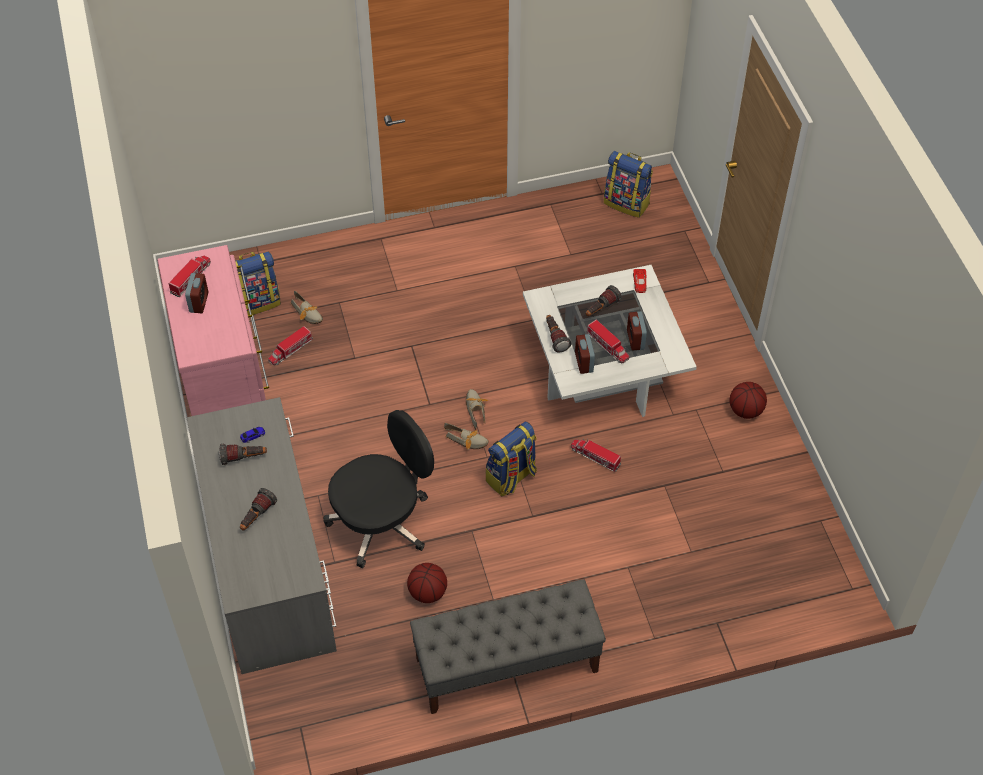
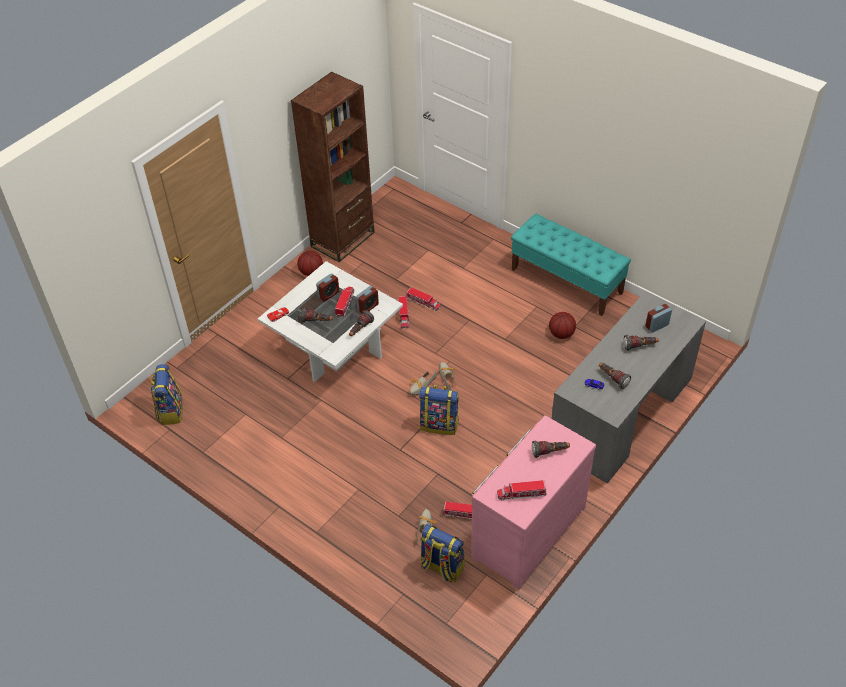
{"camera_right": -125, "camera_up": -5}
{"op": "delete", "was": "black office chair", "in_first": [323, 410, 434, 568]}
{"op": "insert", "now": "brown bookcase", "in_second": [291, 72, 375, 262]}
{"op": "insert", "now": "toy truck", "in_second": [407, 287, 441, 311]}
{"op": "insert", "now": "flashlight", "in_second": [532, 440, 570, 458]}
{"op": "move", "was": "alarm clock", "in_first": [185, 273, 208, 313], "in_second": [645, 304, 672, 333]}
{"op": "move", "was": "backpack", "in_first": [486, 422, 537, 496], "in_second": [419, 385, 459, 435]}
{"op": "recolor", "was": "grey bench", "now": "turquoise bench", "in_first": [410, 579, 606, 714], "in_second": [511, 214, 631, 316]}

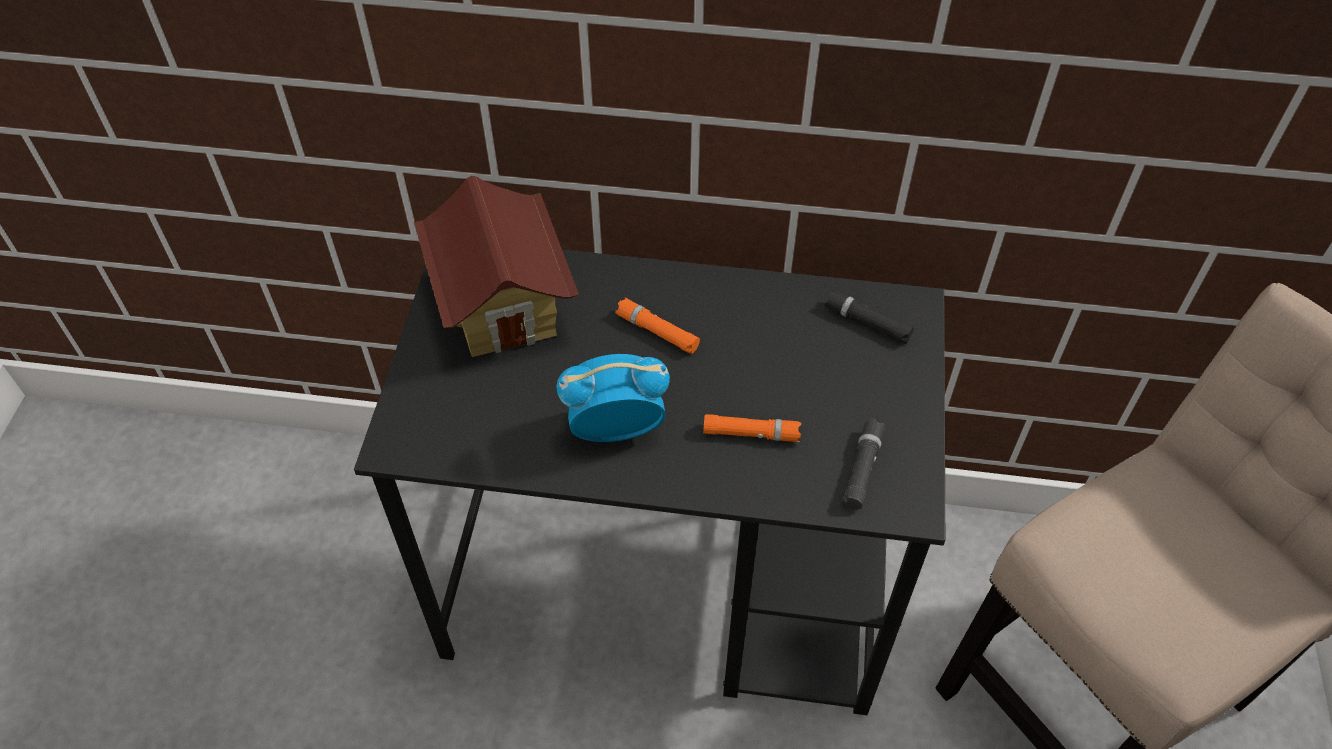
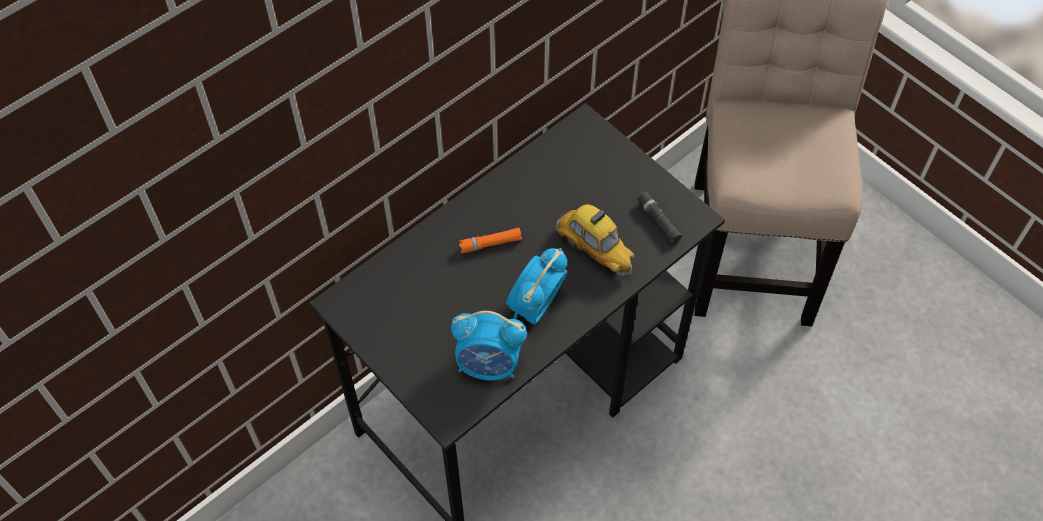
{"camera_right": -50, "camera_up": 5}
{"op": "delete", "was": "toy house", "in_first": [414, 176, 579, 357]}
{"op": "delete", "was": "black flashlight", "in_first": [825, 289, 914, 344]}
{"op": "insert", "now": "alarm clock", "in_second": [451, 311, 527, 381]}
{"op": "replace", "was": "orange flashlight", "now": "toy car", "in_first": [703, 414, 801, 442], "in_second": [555, 204, 635, 277]}

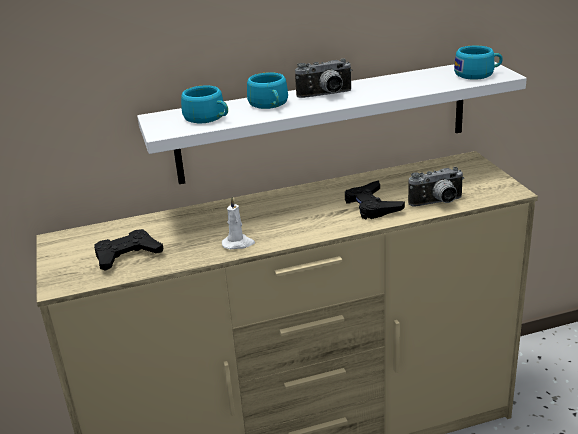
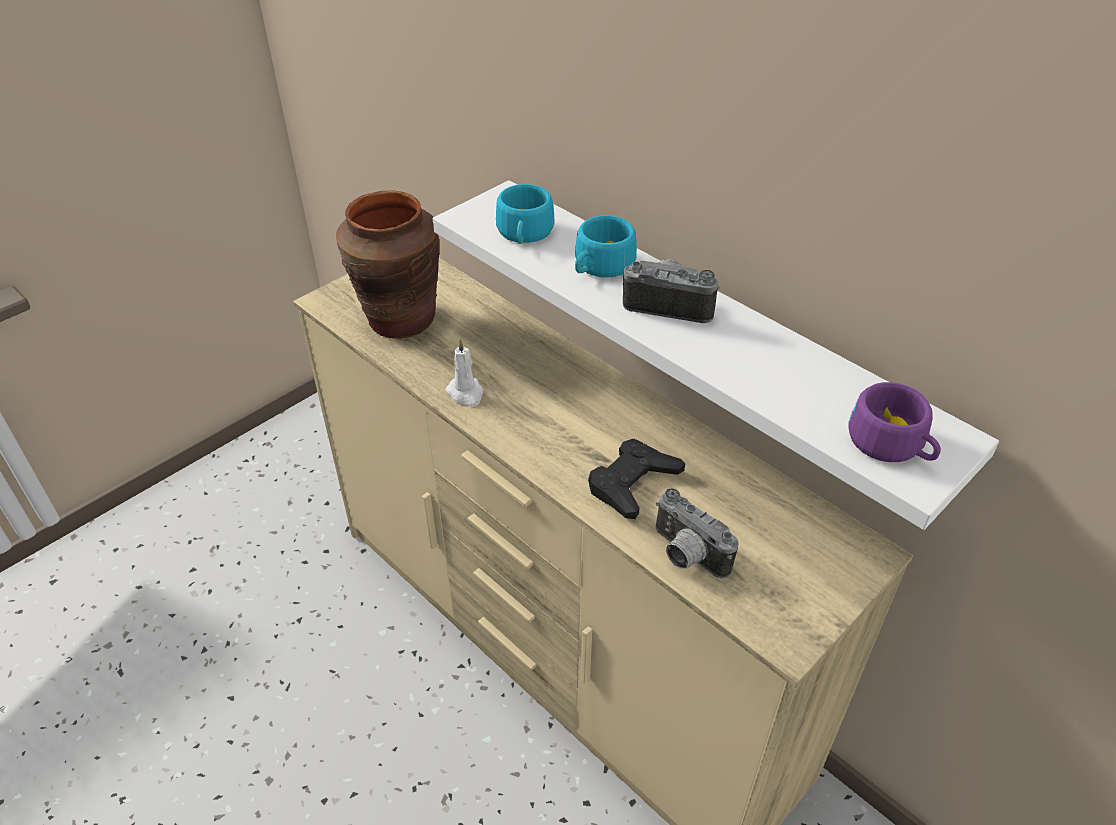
{"camera_right": 60, "camera_up": 15}
{"op": "replace", "was": "black game controller", "now": "brown vase", "in_first": [94, 229, 164, 271], "in_second": [336, 190, 439, 338]}
{"op": "recolor", "was": "turquoise cup", "now": "purple cup", "in_first": [454, 46, 503, 80], "in_second": [848, 382, 941, 462]}
{"op": "rotate", "was": "photo camera", "in_first": [295, 58, 353, 98], "in_second": [623, 259, 720, 323], "clockwise": 150}

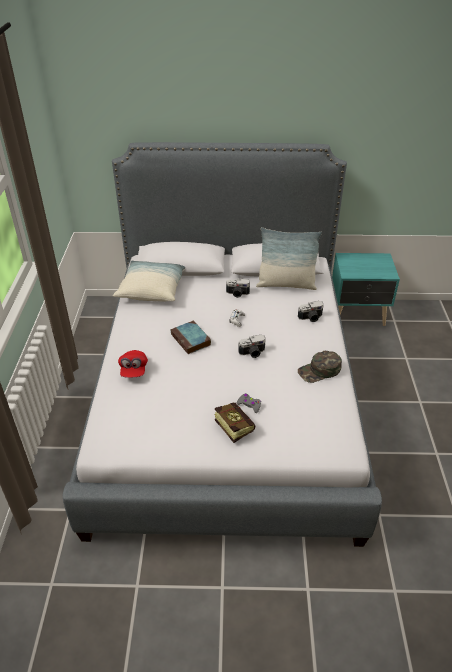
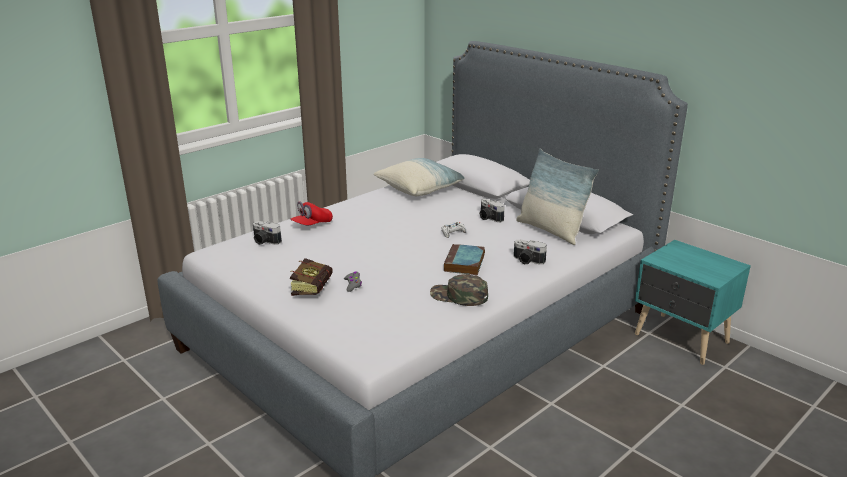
{"camera_right": 45, "camera_up": -15}
{"op": "move", "was": "book", "in_first": [171, 320, 211, 354], "in_second": [444, 244, 485, 275]}
{"op": "move", "was": "photo camera", "in_first": [238, 335, 266, 358], "in_second": [253, 221, 282, 245]}

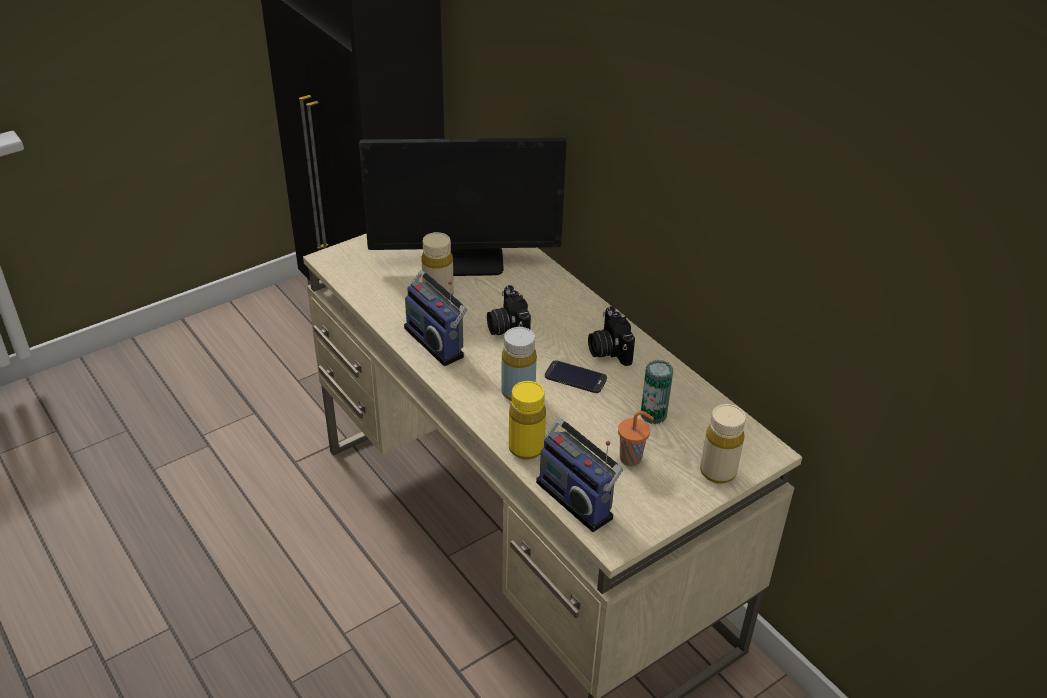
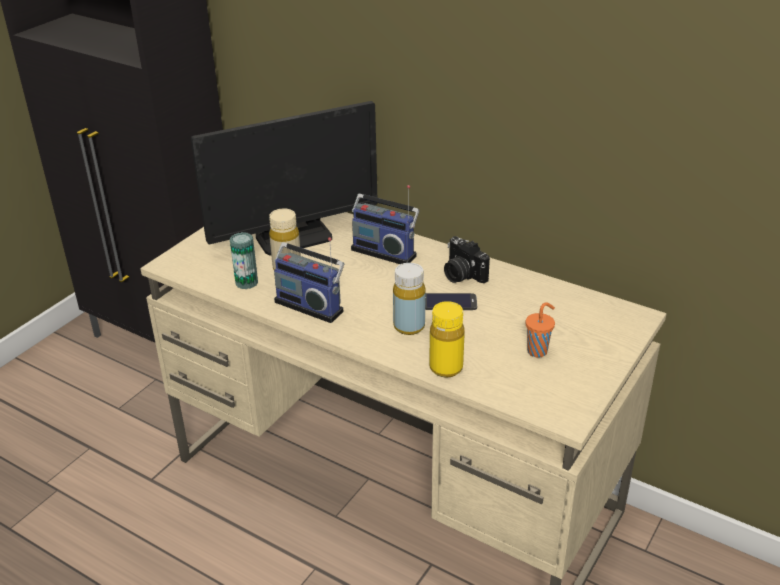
{"camera_right": -20, "camera_up": -5}
{"op": "delete", "was": "photo camera", "in_first": [487, 285, 531, 335]}
{"op": "delete", "was": "beige bottle", "in_first": [700, 404, 746, 484]}
{"op": "move", "was": "radio", "in_first": [536, 418, 623, 532], "in_second": [351, 185, 420, 264]}
{"op": "move", "was": "can", "in_first": [641, 360, 673, 424], "in_second": [230, 232, 258, 289]}

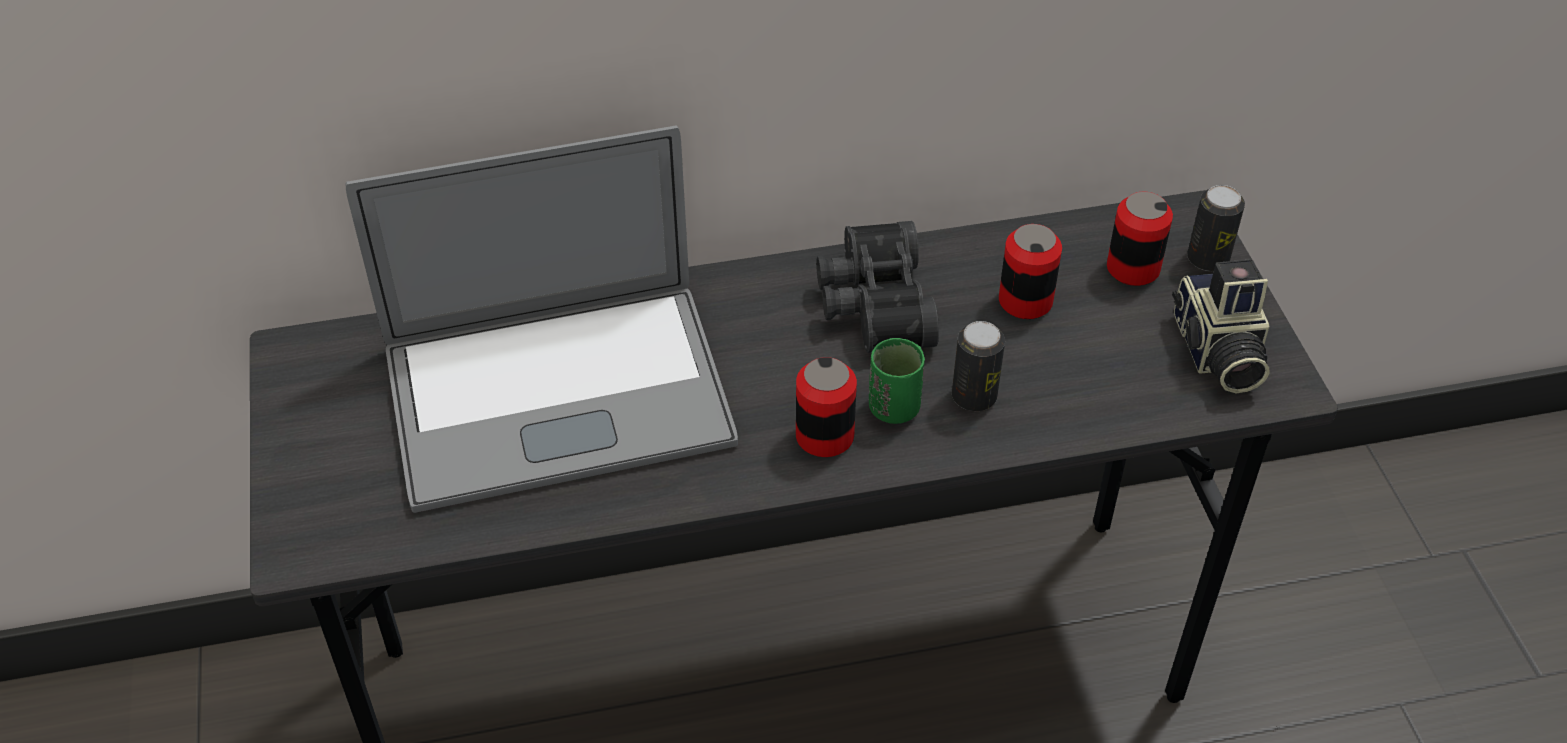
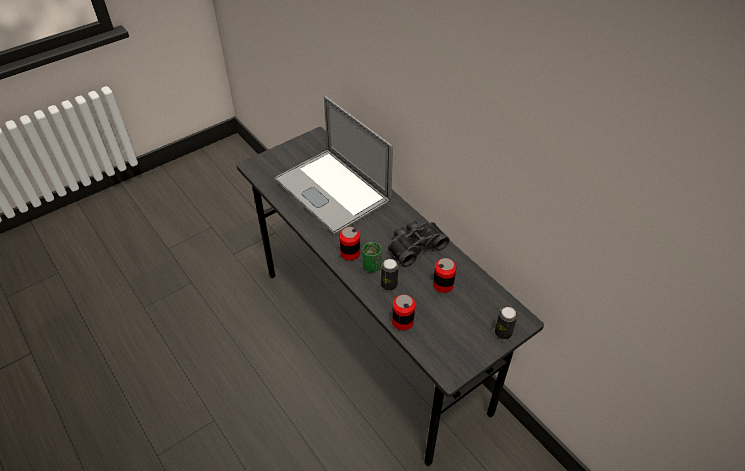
{"camera_right": 65, "camera_up": 0}
{"op": "delete", "was": "photo camera", "in_first": [1172, 259, 1269, 393]}
{"op": "move", "was": "can", "in_first": [1107, 192, 1173, 286], "in_second": [392, 295, 415, 330]}

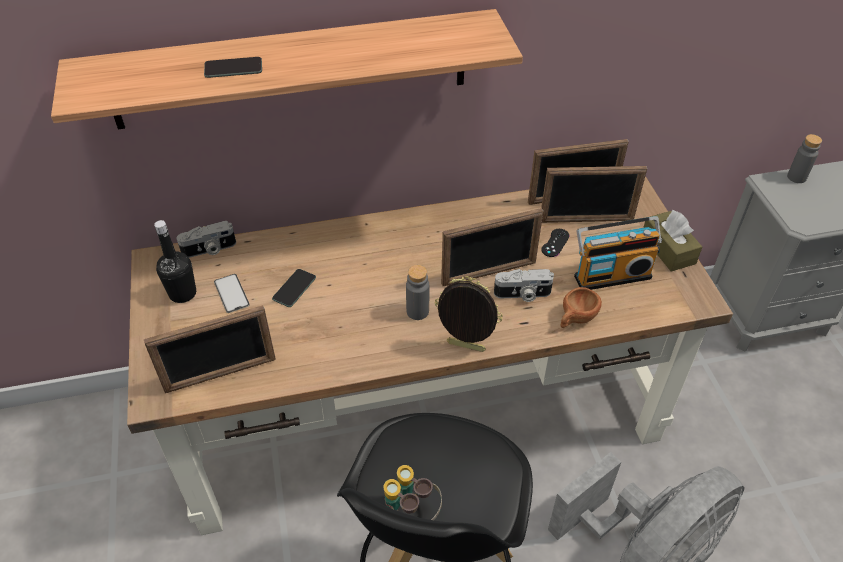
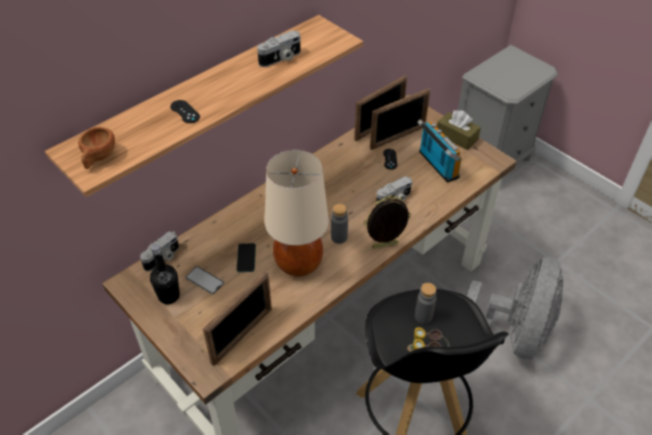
{"camera_right": -30, "camera_up": 0}
{"op": "delete", "was": "picture frame", "in_first": [441, 208, 543, 286]}
{"op": "insert", "now": "photo camera", "in_second": [257, 30, 301, 67]}
{"op": "insert", "now": "beige table lamp", "in_second": [265, 150, 329, 277]}
{"op": "move", "was": "brown cup", "in_first": [561, 287, 602, 328], "in_second": [78, 127, 115, 169]}
{"op": "move", "was": "grey bottle", "in_first": [787, 134, 822, 183], "in_second": [415, 283, 436, 324]}
{"op": "replace", "was": "phone", "now": "black game controller", "in_first": [204, 57, 262, 78], "in_second": [170, 100, 200, 123]}
{"op": "rotate", "was": "radio", "in_first": [574, 216, 662, 290], "in_second": [417, 119, 462, 183], "clockwise": -75}

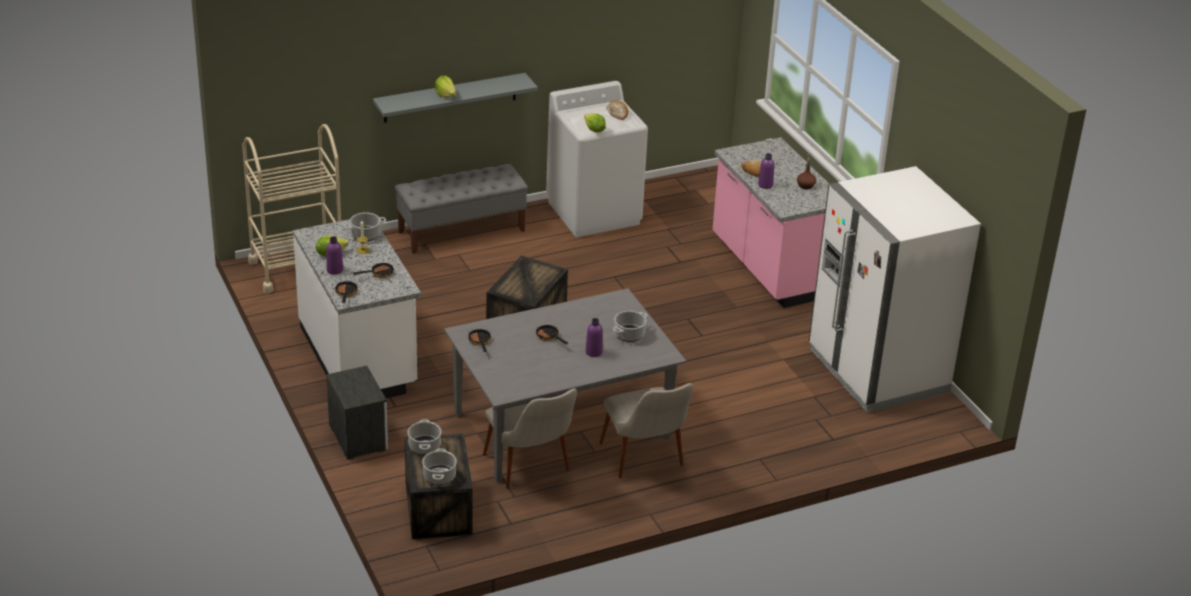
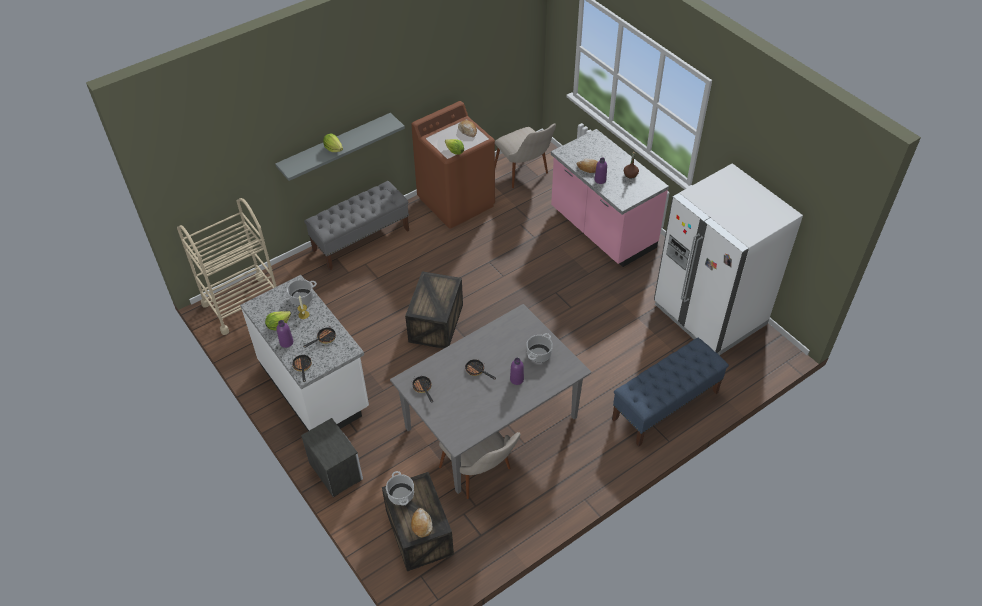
{"camera_right": -10, "camera_up": 15}
{"op": "insert", "now": "blue bench", "in_second": [612, 338, 729, 447]}
{"op": "move", "was": "beige chair", "in_first": [599, 383, 693, 478], "in_second": [495, 123, 556, 188]}
{"op": "replace", "was": "cooking pot", "now": "bread", "in_first": [422, 448, 457, 485], "in_second": [411, 508, 432, 538]}
{"op": "recolor", "was": "white washing machine", "now": "brown washing machine", "in_first": [546, 81, 648, 237], "in_second": [411, 101, 495, 229]}

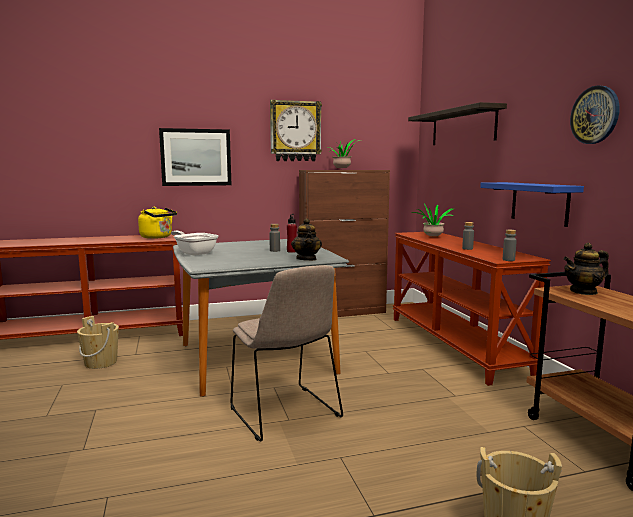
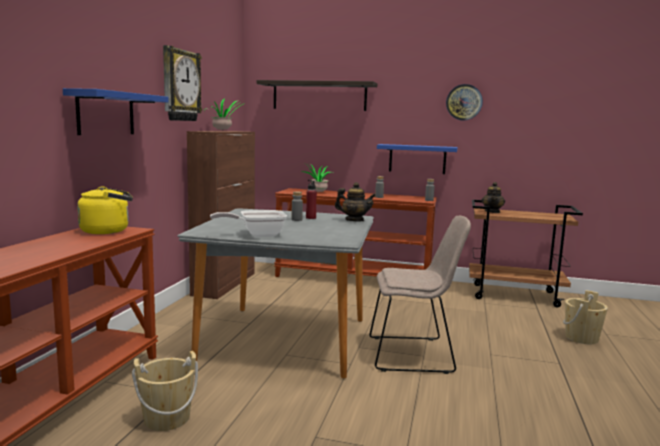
{"camera_right": -60, "camera_up": 0}
{"op": "replace", "was": "picture", "now": "blue shelf", "in_first": [159, 128, 231, 186], "in_second": [63, 88, 169, 135]}

